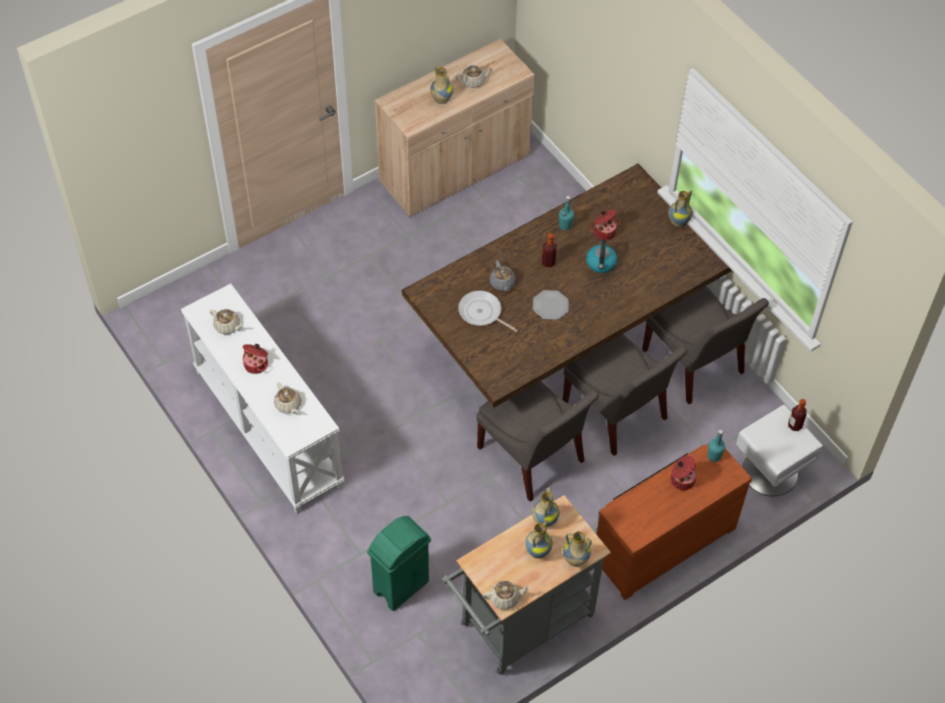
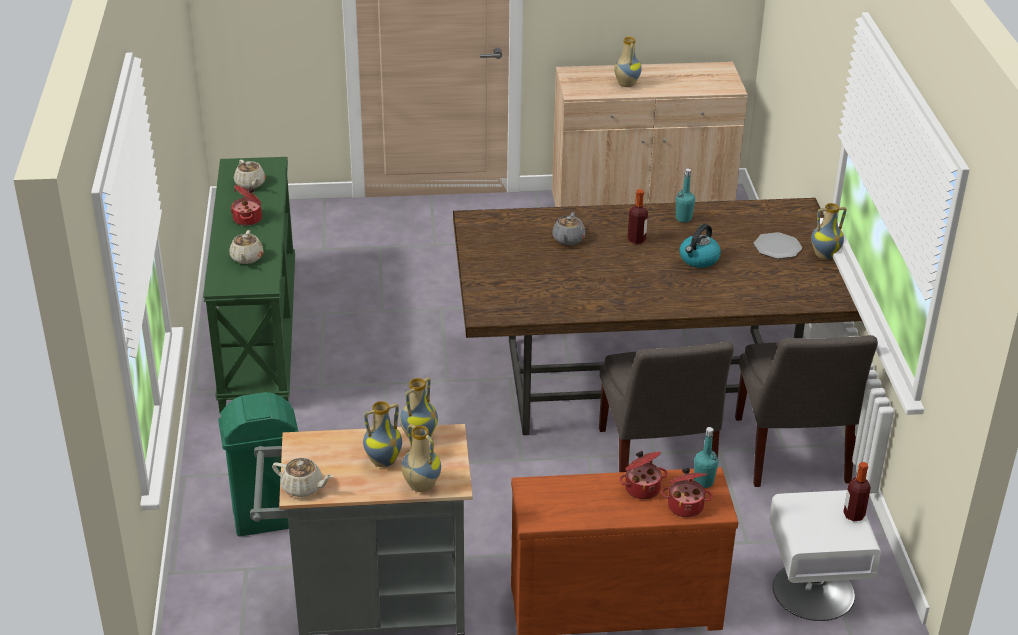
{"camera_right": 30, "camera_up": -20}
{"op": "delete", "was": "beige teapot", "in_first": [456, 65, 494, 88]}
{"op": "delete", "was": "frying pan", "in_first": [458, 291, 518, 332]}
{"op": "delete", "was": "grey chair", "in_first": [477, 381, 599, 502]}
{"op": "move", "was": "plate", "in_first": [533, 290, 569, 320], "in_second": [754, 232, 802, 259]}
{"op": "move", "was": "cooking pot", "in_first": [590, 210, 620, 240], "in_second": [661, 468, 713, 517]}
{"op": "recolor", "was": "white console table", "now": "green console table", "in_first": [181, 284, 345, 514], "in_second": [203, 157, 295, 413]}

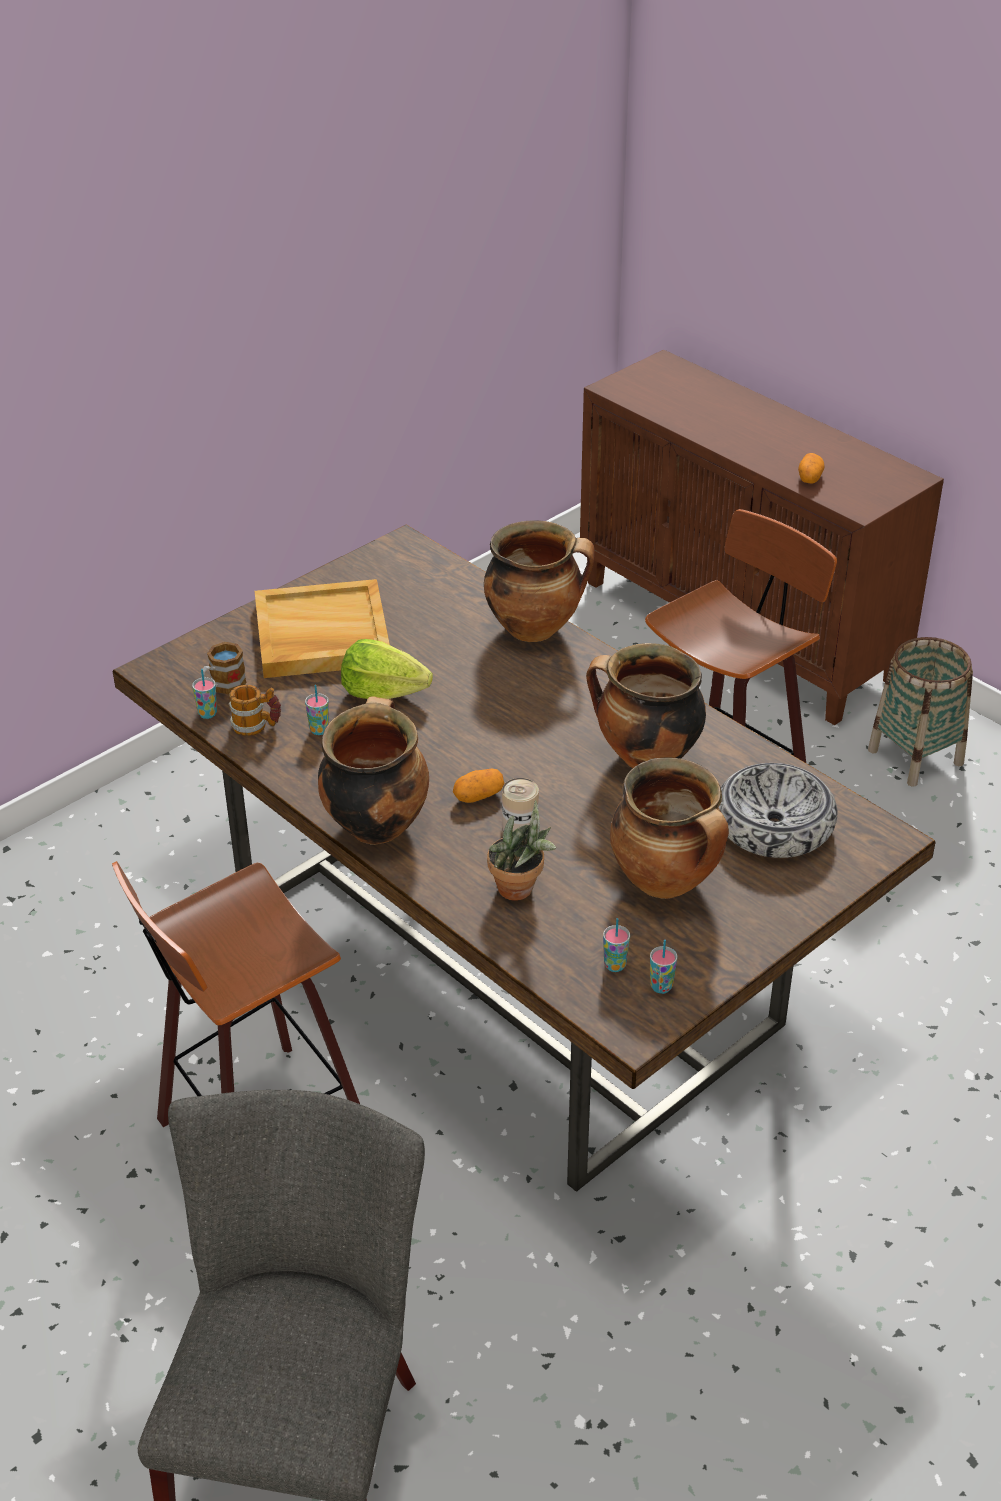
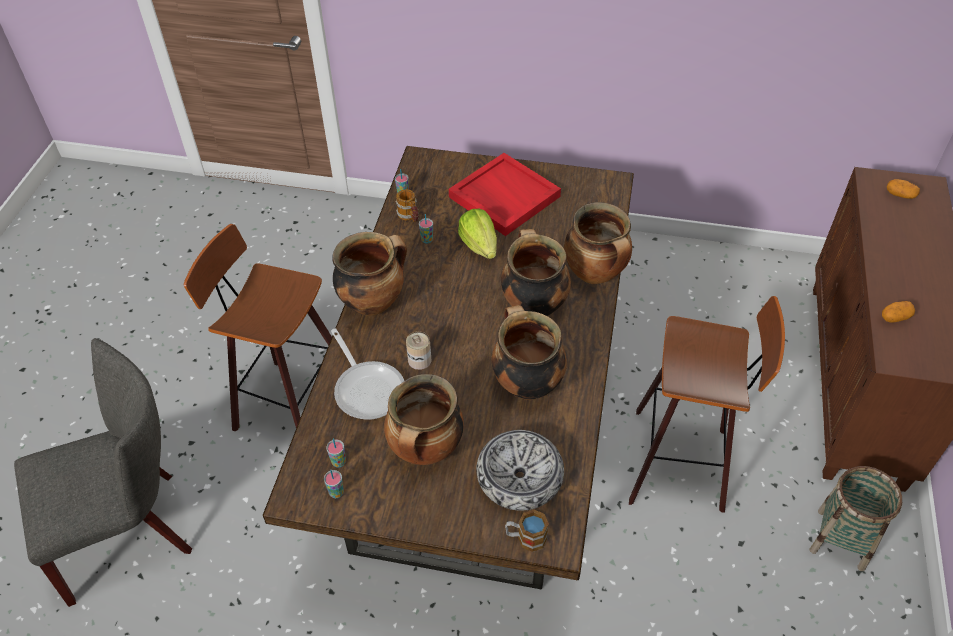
{"camera_right": 55, "camera_up": 10}
{"op": "insert", "now": "cooking pot", "in_second": [501, 229, 571, 316]}
{"op": "move", "was": "mug", "in_first": [200, 642, 247, 694], "in_second": [505, 510, 549, 552]}
{"op": "move", "was": "potato", "in_first": [453, 769, 504, 803], "in_second": [887, 179, 920, 199]}
{"op": "replace", "was": "potted plant", "now": "frying pan", "in_first": [487, 800, 556, 901], "in_second": [331, 328, 404, 420]}
{"op": "recolor", "was": "beige tray", "now": "red tray", "in_first": [254, 579, 390, 678], "in_second": [449, 153, 561, 236]}

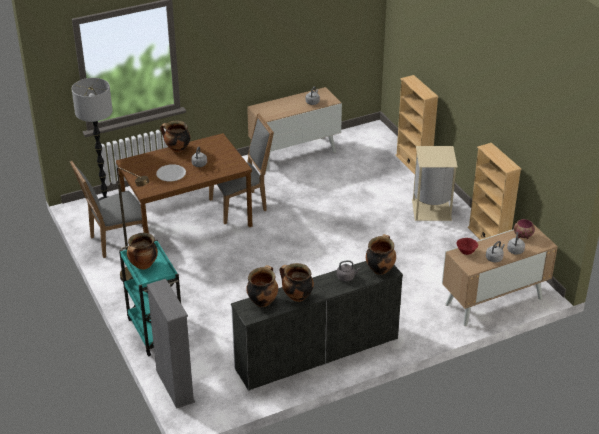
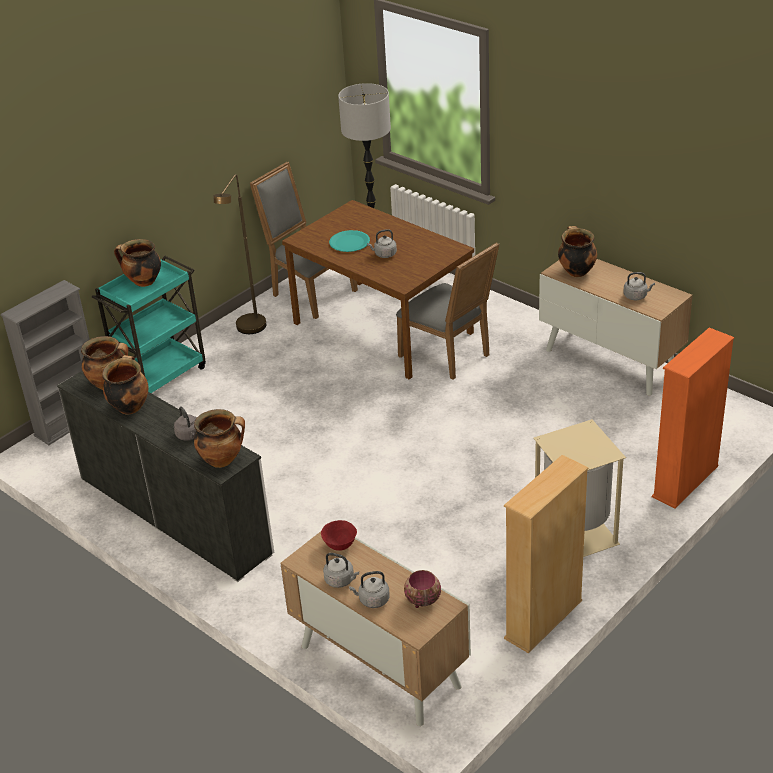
{"camera_right": 70, "camera_up": 0}
{"op": "move", "was": "cooking pot", "in_first": [160, 121, 190, 153], "in_second": [558, 226, 597, 277]}
{"op": "recolor", "was": "white plate", "now": "turquoise plate", "in_first": [156, 164, 186, 181], "in_second": [329, 230, 370, 252]}
{"op": "recolor", "was": "beige bookcase", "now": "orange bookcase", "in_first": [395, 75, 439, 175], "in_second": [652, 328, 734, 508]}

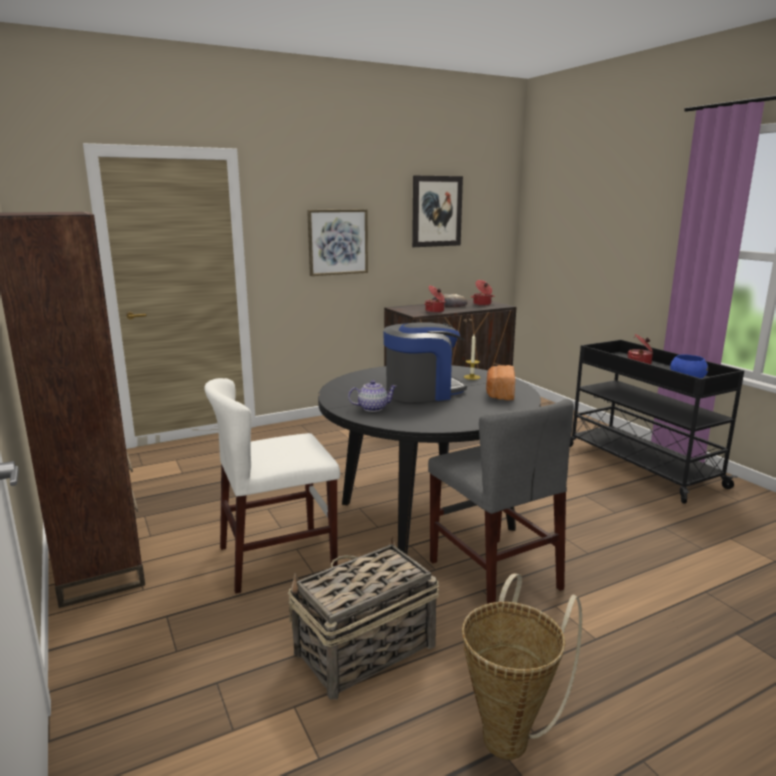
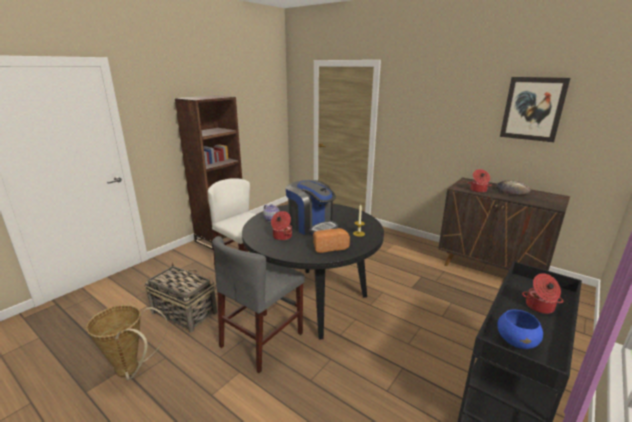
{"camera_right": 65, "camera_up": 5}
{"op": "delete", "was": "picture", "in_first": [307, 209, 368, 276]}
{"op": "move", "was": "cooking pot", "in_first": [471, 280, 494, 306], "in_second": [271, 211, 292, 241]}

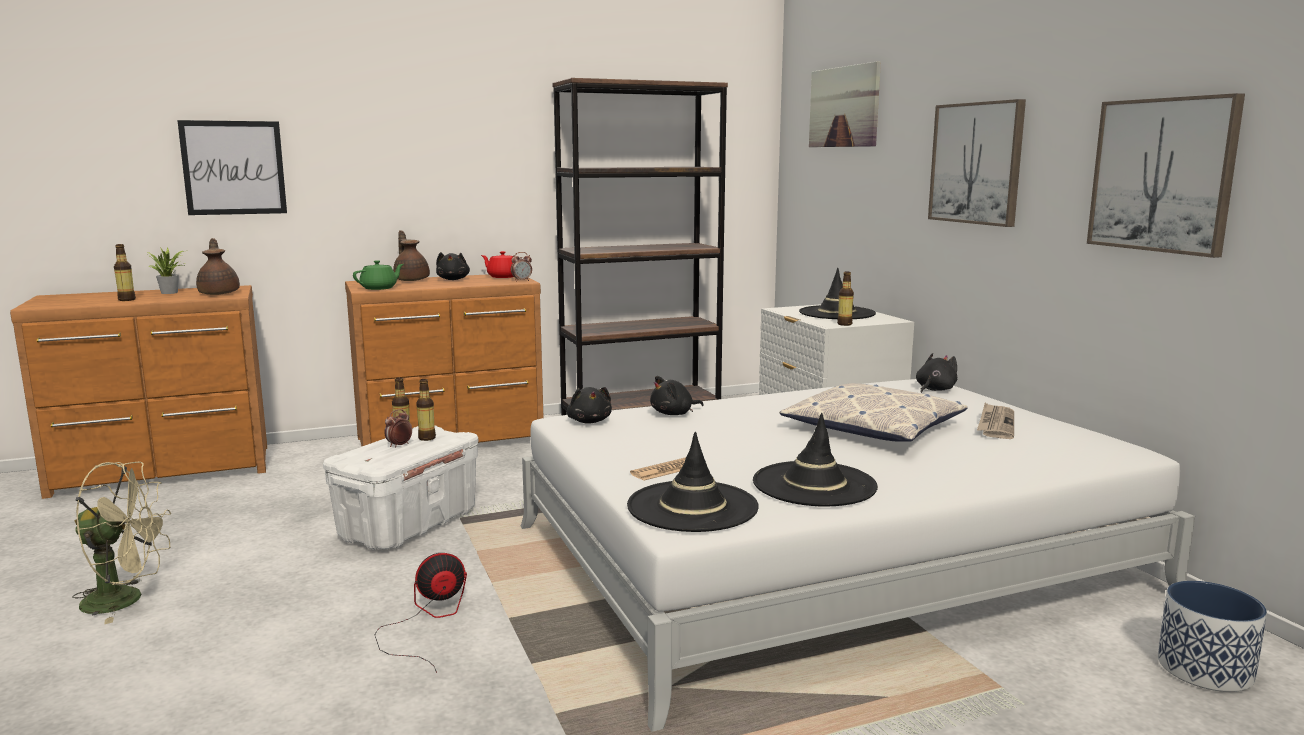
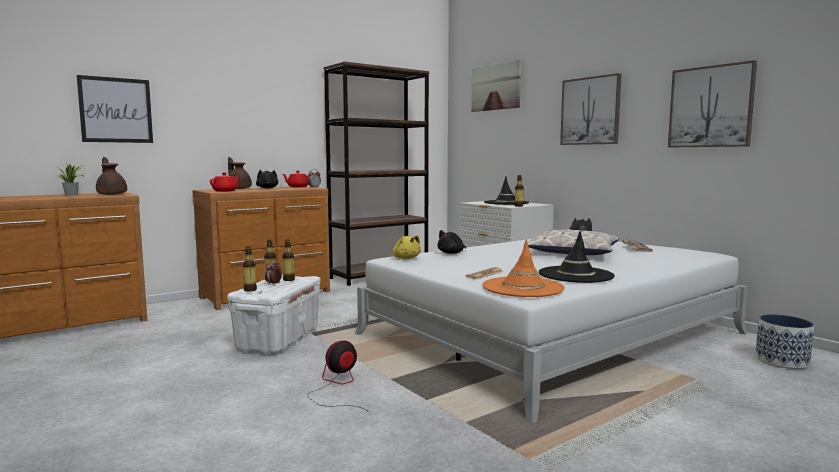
{"camera_right": -15, "camera_up": -5}
{"op": "delete", "was": "beige fan", "in_first": [73, 461, 171, 624]}
{"op": "move", "was": "bottle", "in_first": [114, 244, 136, 301], "in_second": [243, 246, 257, 292]}
{"op": "recolor", "was": "green teapot", "now": "red teapot", "in_first": [353, 260, 404, 290], "in_second": [210, 173, 239, 192]}
{"op": "recolor", "was": "black plush toy", "now": "yellow plush toy", "in_first": [567, 387, 612, 424], "in_second": [392, 235, 421, 259]}
{"op": "recolor", "was": "black hat", "now": "orange hat", "in_first": [627, 432, 759, 532], "in_second": [482, 239, 565, 297]}

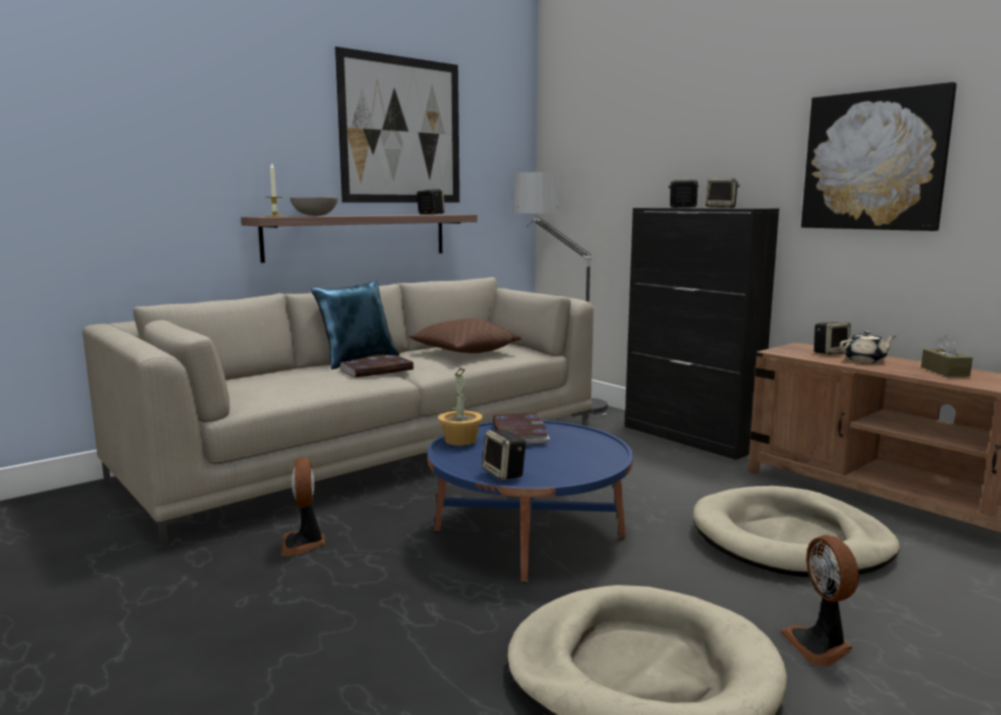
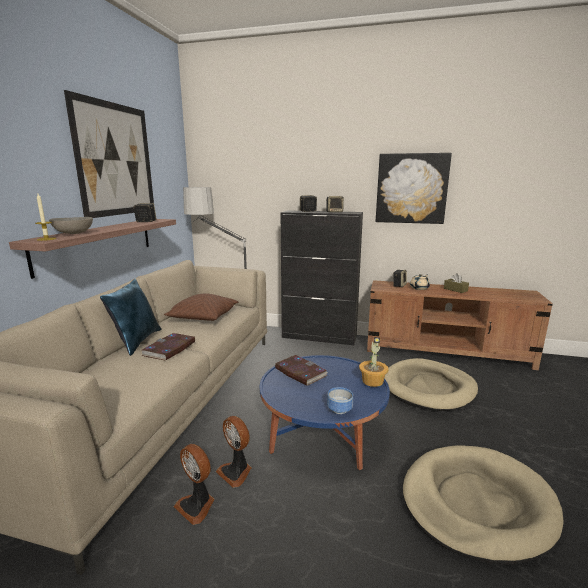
{"camera_right": -35, "camera_up": 5}
{"op": "move", "was": "potted plant", "in_first": [438, 368, 483, 446], "in_second": [359, 337, 389, 387]}
{"op": "move", "was": "fan", "in_first": [781, 535, 859, 667], "in_second": [216, 416, 252, 488]}
{"op": "replace", "was": "speaker", "now": "bowl", "in_first": [482, 430, 526, 480], "in_second": [327, 387, 353, 414]}

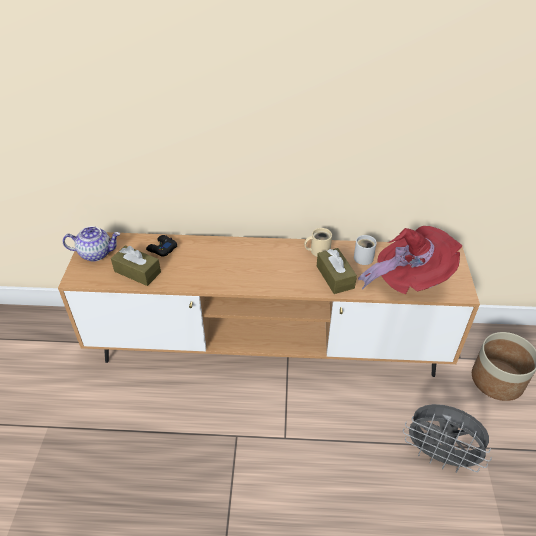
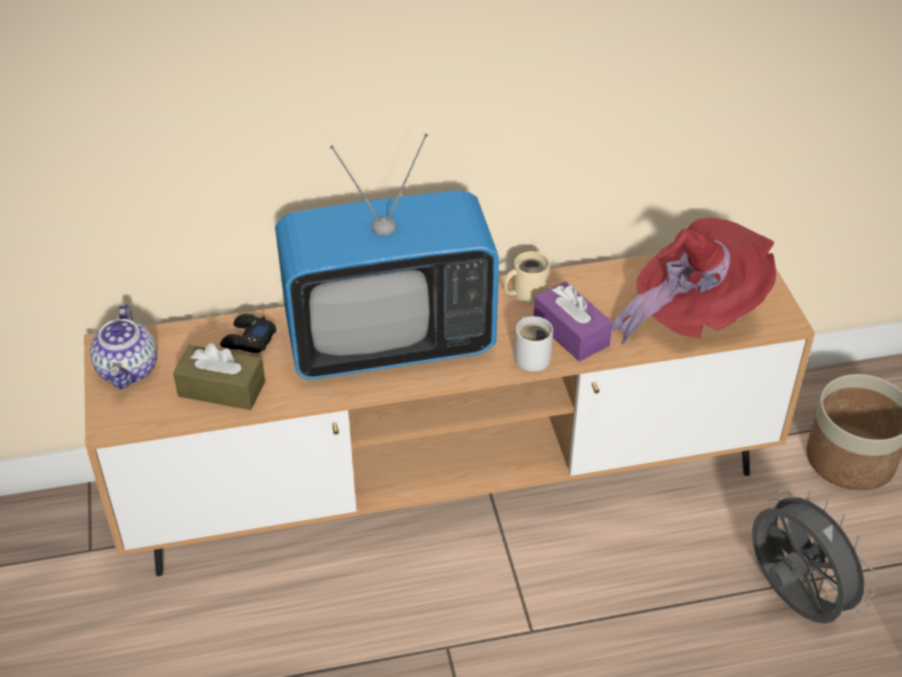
{"camera_right": -15, "camera_up": 0}
{"op": "insert", "now": "television", "in_second": [275, 134, 499, 380]}
{"op": "move", "was": "white mug", "in_first": [354, 235, 377, 265], "in_second": [514, 316, 553, 372]}
{"op": "recolor", "was": "brown tissue box", "now": "purple tissue box", "in_first": [317, 248, 357, 294], "in_second": [534, 282, 613, 362]}
{"op": "rotate", "was": "teapot", "in_first": [63, 226, 120, 262], "in_second": [90, 304, 157, 389], "clockwise": 105}
{"op": "rotate", "was": "grey fan", "in_first": [403, 404, 492, 473], "in_second": [752, 489, 876, 624], "clockwise": -135}

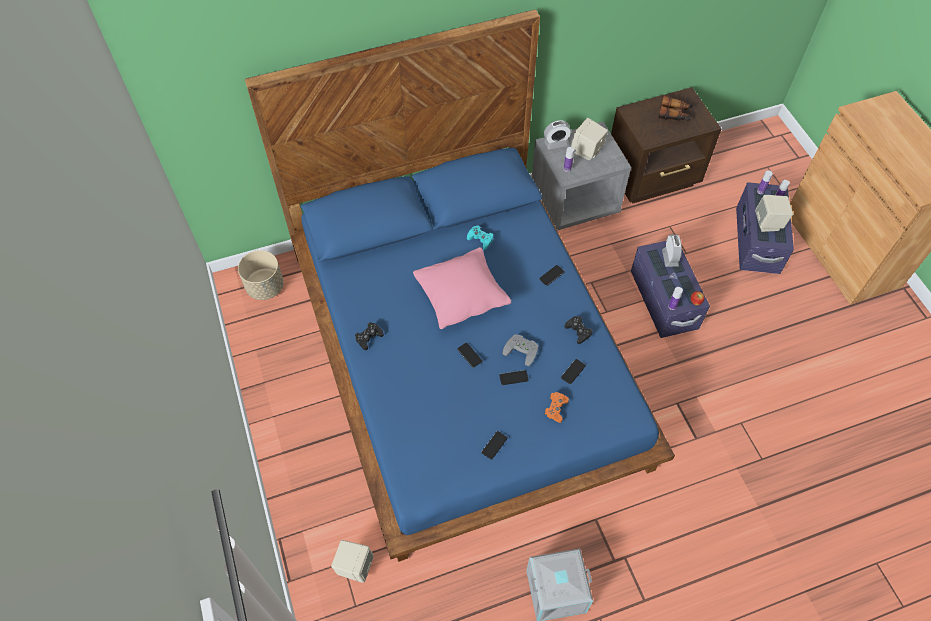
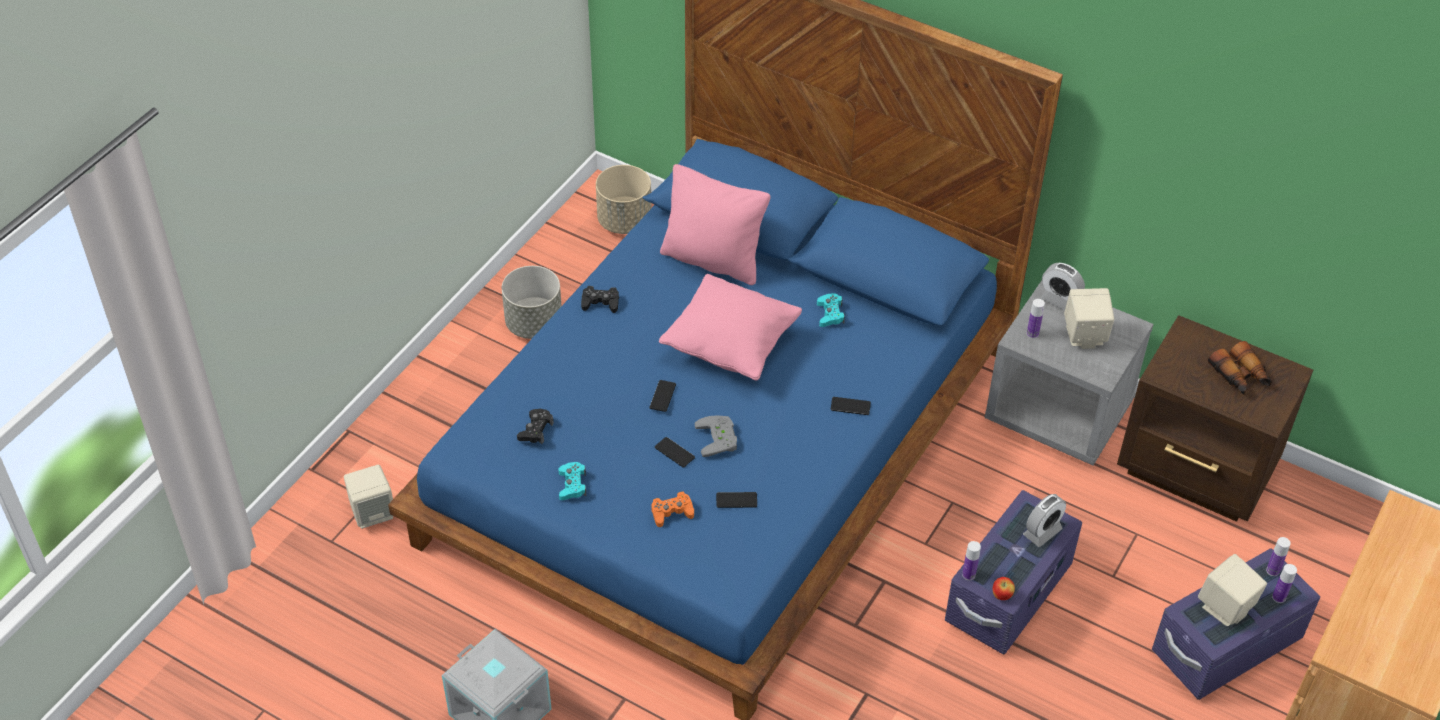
{"camera_right": 50, "camera_up": -10}
{"op": "insert", "now": "grey planter", "in_second": [502, 266, 562, 339]}
{"op": "insert", "now": "pink pillow", "in_second": [660, 164, 770, 285]}
{"op": "move", "was": "black game controller", "in_first": [565, 316, 592, 344], "in_second": [517, 409, 554, 444]}
{"op": "replace", "was": "phone", "now": "turquoise game controller", "in_first": [481, 431, 508, 460], "in_second": [559, 462, 586, 500]}

